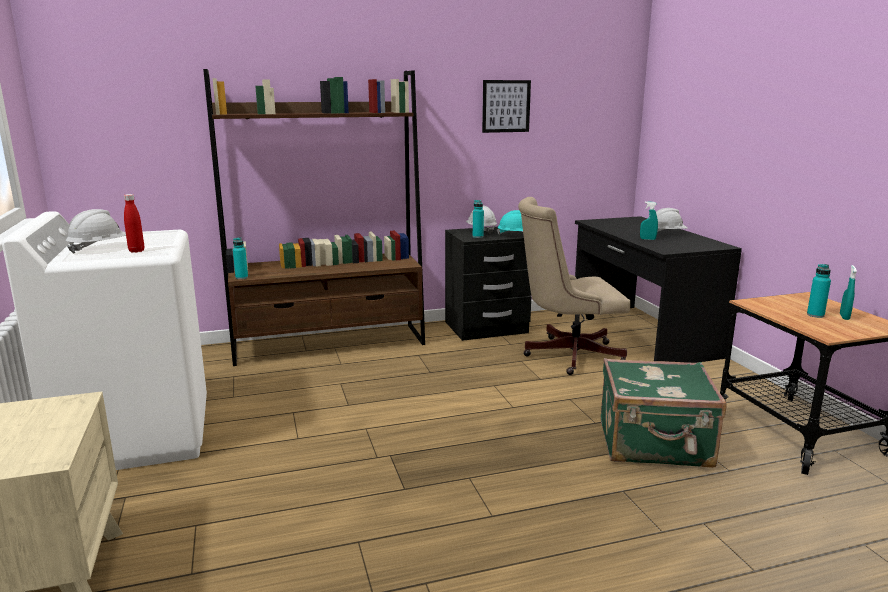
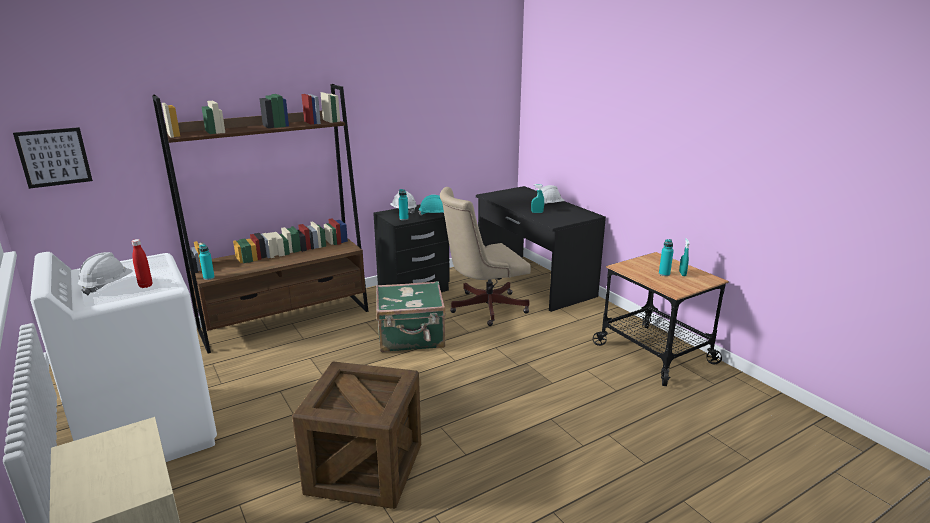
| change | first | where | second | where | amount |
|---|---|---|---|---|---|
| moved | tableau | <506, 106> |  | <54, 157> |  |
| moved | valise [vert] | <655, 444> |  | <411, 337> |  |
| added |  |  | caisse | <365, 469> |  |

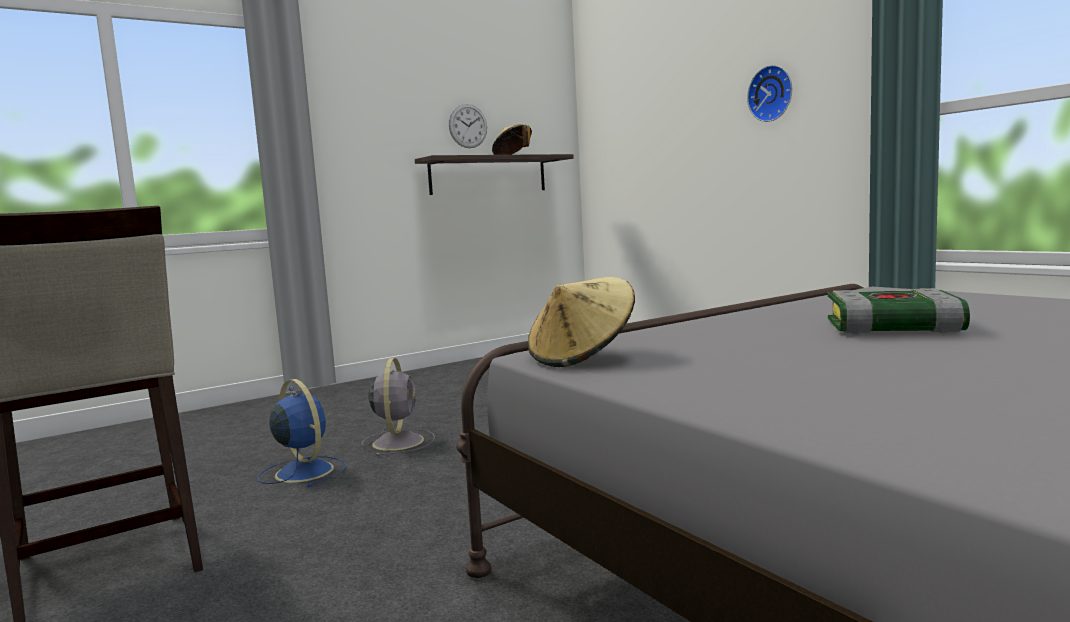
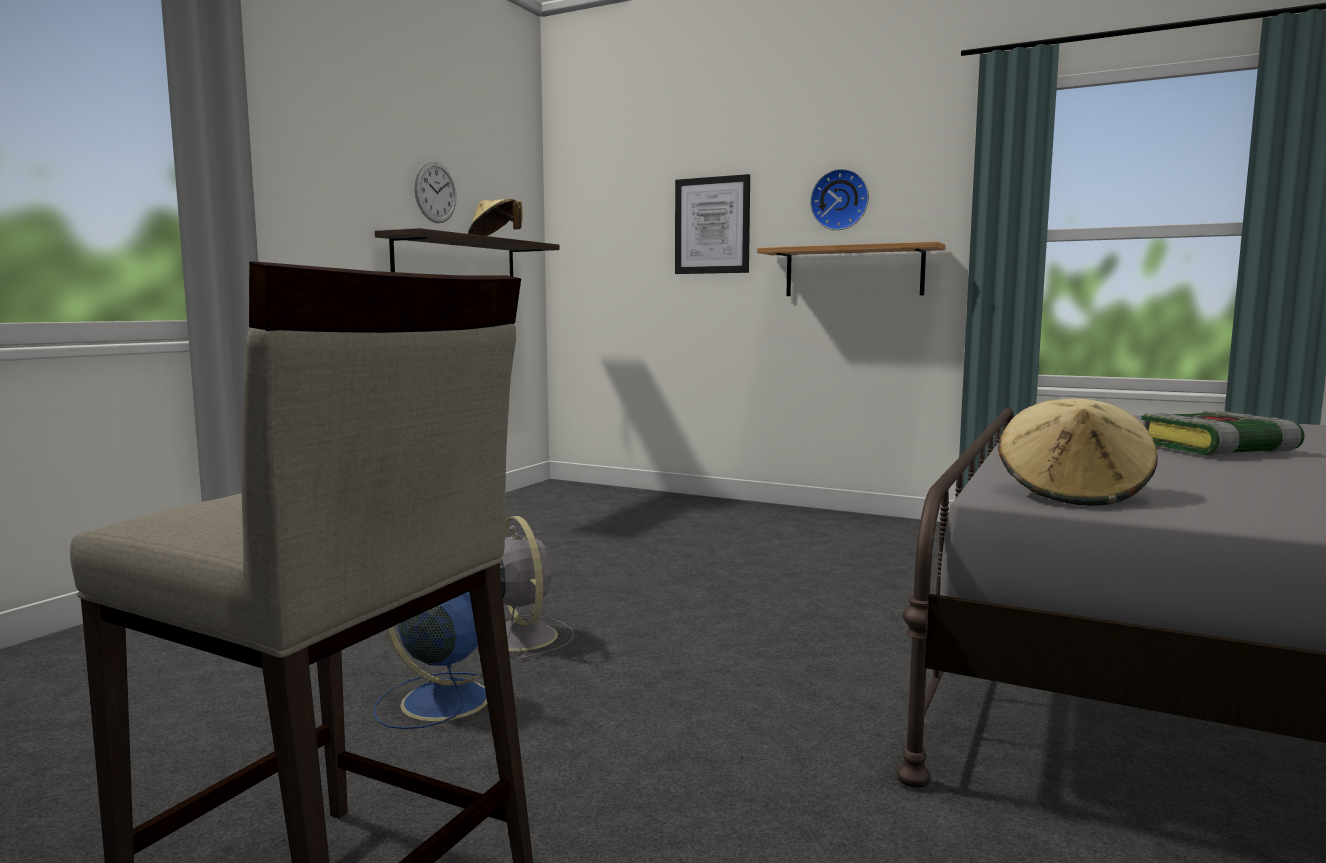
| change | first | where | second | where | amount |
|---|---|---|---|---|---|
| added |  |  | tableau | <712, 225> |  |
| added |  |  | étagère | <853, 271> |  |

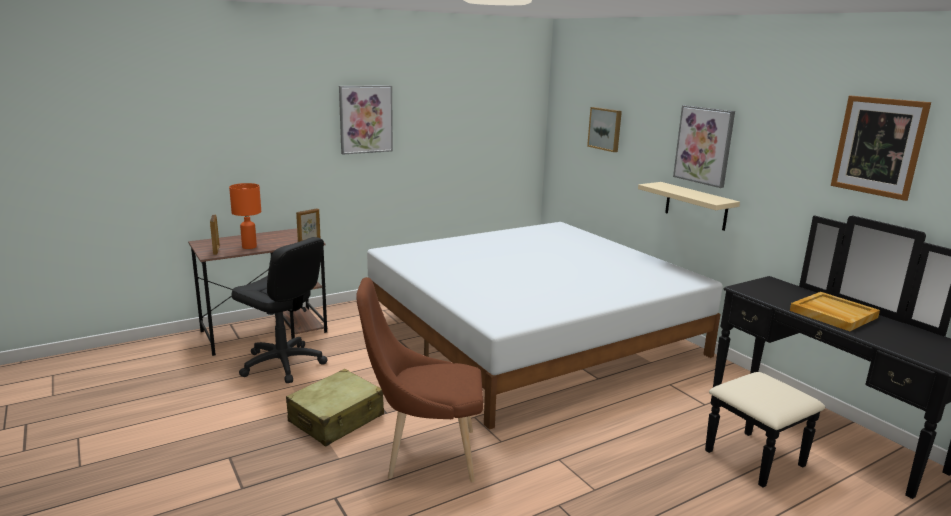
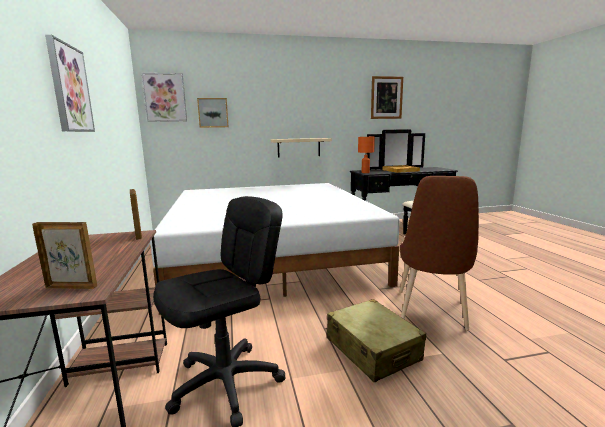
| change | first | where | second | where | amount |
|---|---|---|---|---|---|
| moved | lampe de table [orange] | <249, 247> |  | <365, 172> |  |
| moved | tableau | <704, 145> |  | <165, 97> |  |

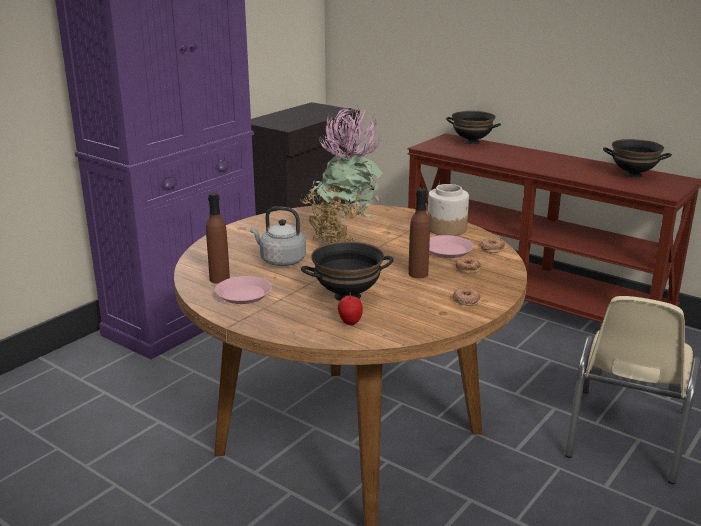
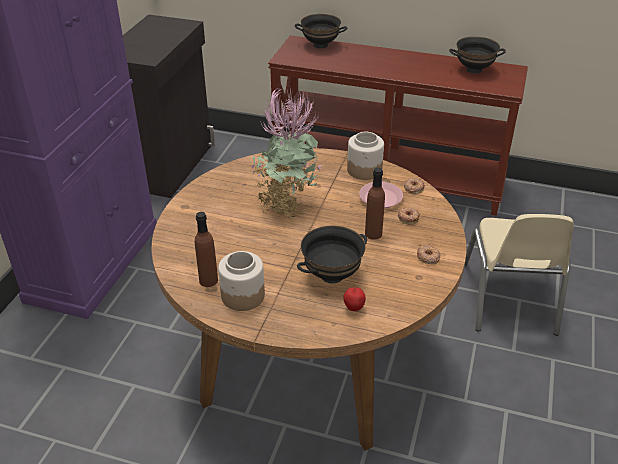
| change | first | where | second | where | amount |
|---|---|---|---|---|---|
| replaced | assiette [rose] | <243, 294> | bocal | <242, 295> |  |
| removed | bouilloire [gris] | <280, 260> |  |  |  |

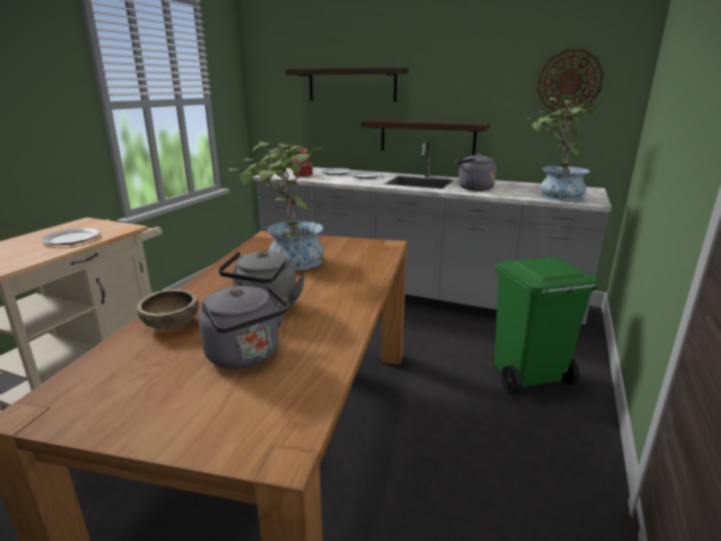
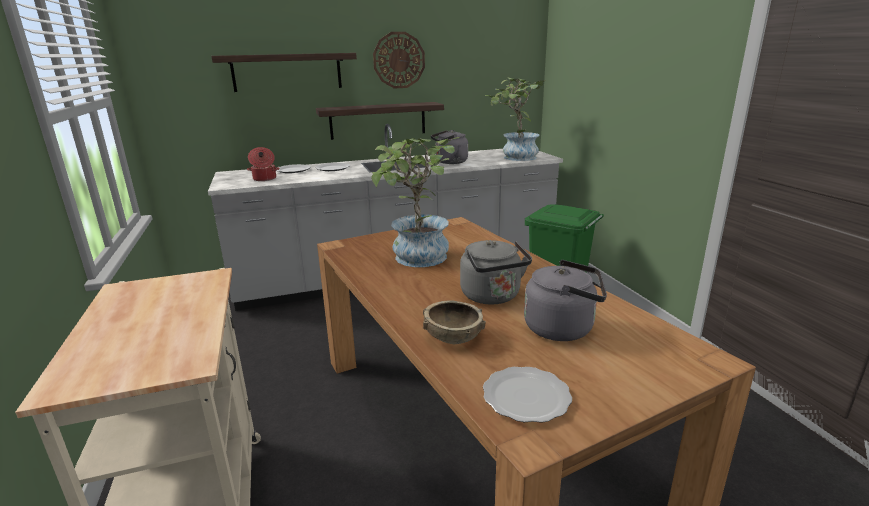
| change | first | where | second | where | amount |
|---|---|---|---|---|---|
| moved | assiette | <71, 238> |  | <525, 397> |  |
| moved | horloge murale | <569, 82> |  | <399, 60> |  |

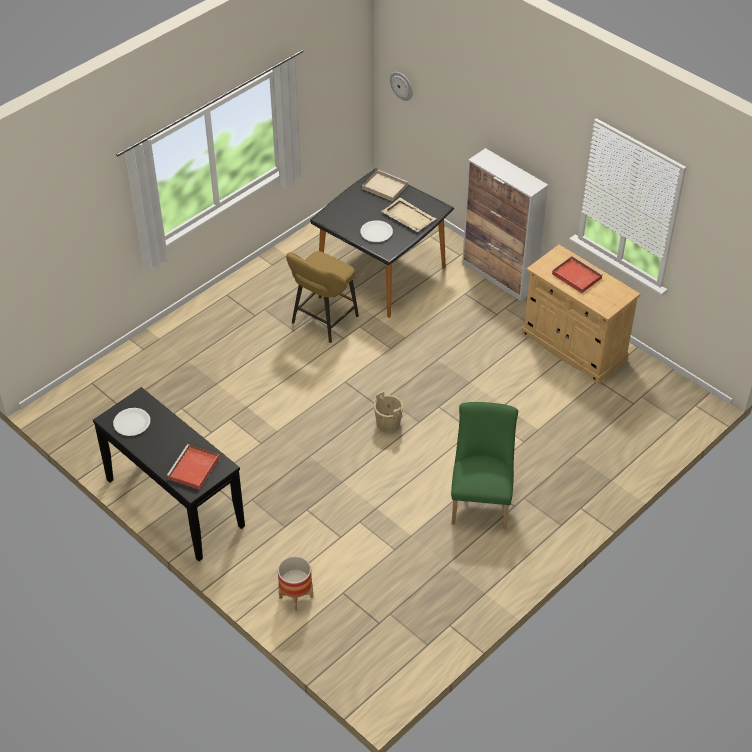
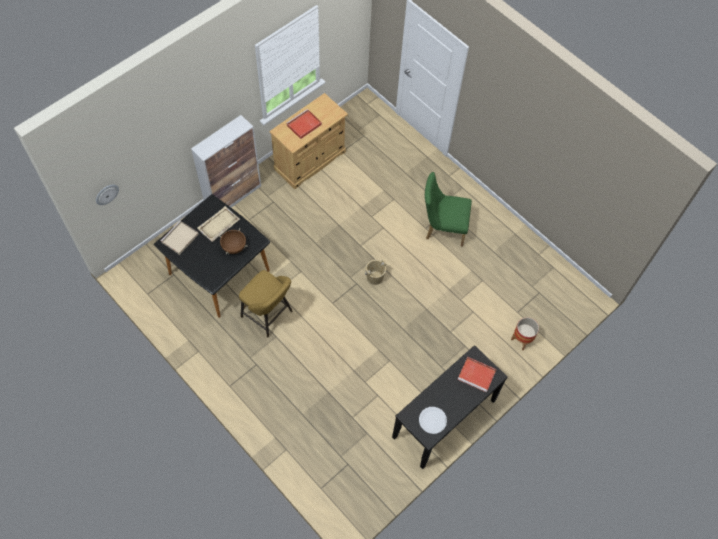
| change | first | where | second | where | amount |
|---|---|---|---|---|---|
| replaced | assiette [blanc] | <376, 232> | marmite [marron] | <234, 247> |  |

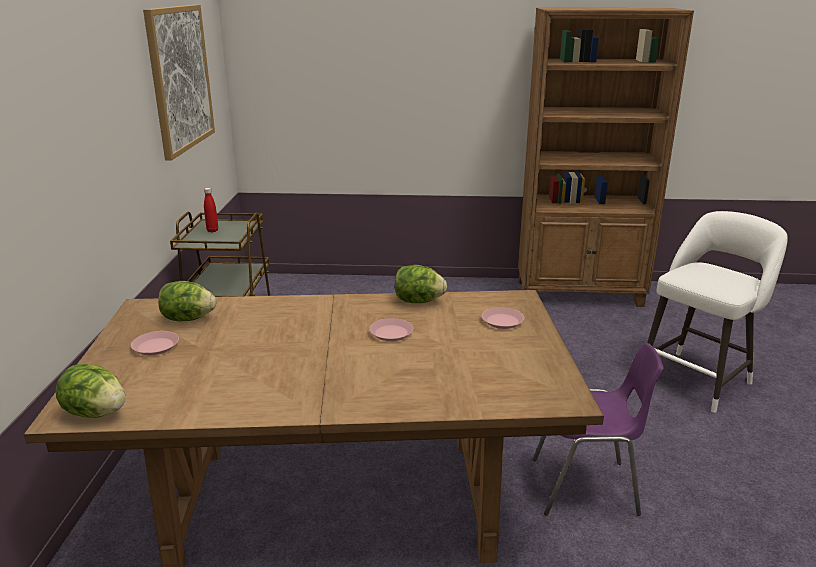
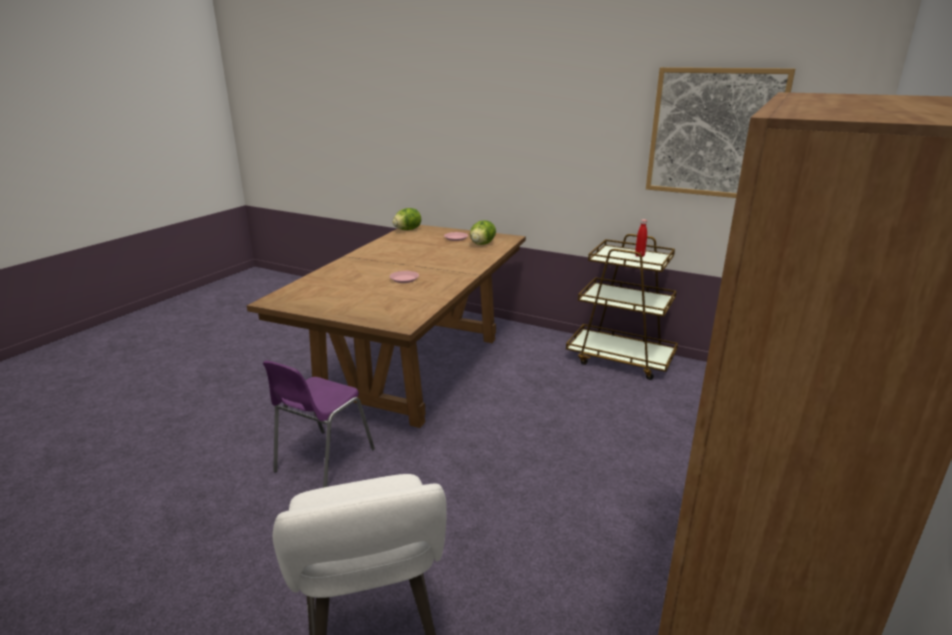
| change | first | where | second | where | amount |
|---|---|---|---|---|---|
| removed | laitue | <418, 301> |  |  |  |
| removed | assiette [rose] | <502, 321> |  |  |  |

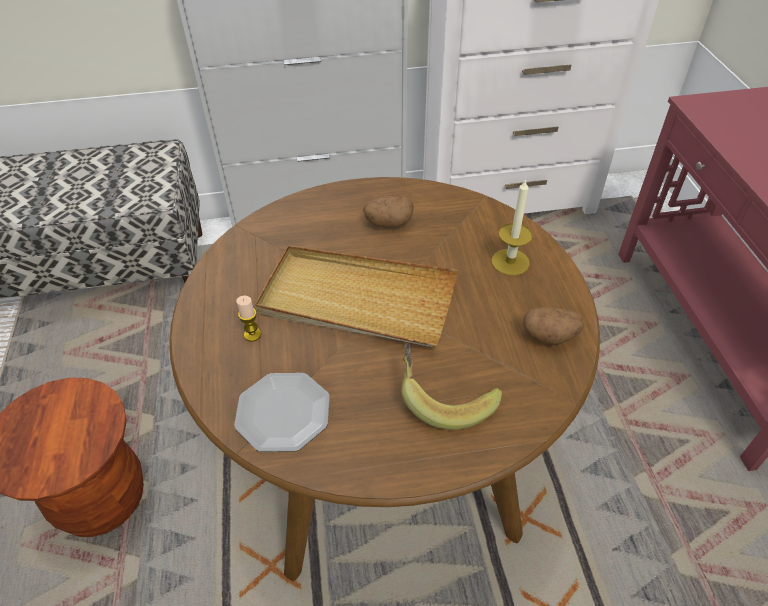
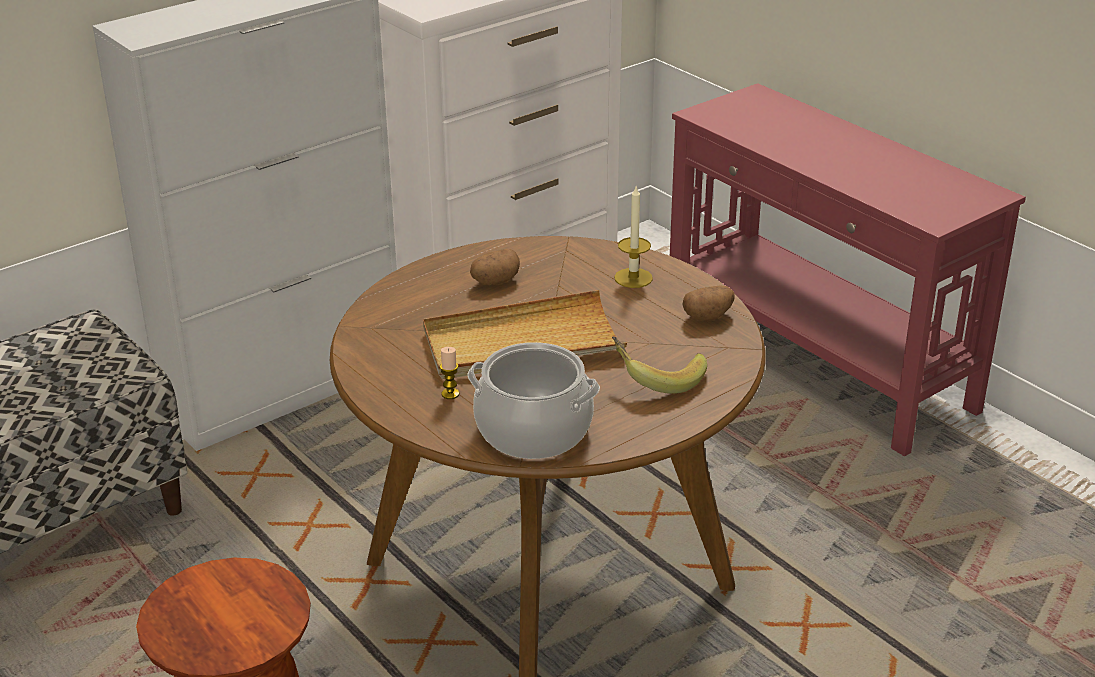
| change | first | where | second | where | amount |
|---|---|---|---|---|---|
| replaced | assiette | <282, 413> | marmite | <533, 431> |  |

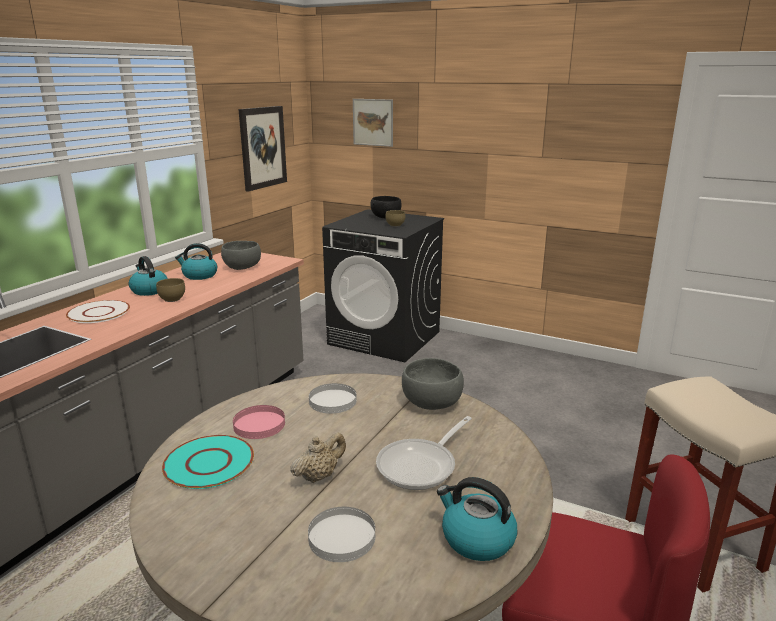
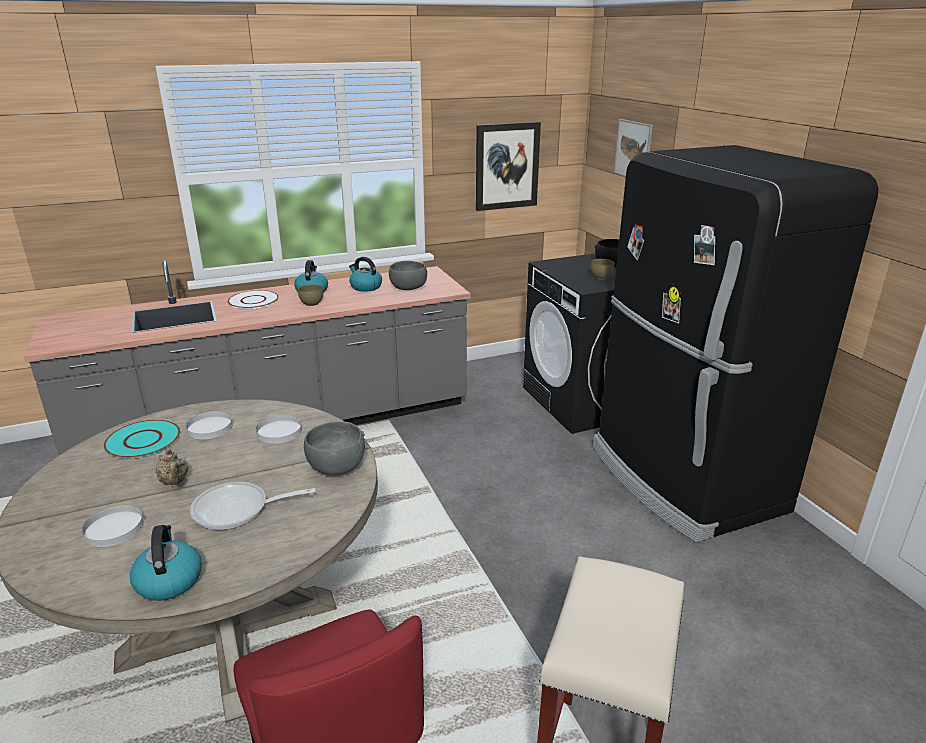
| change | first | where | second | where | amount |
|---|---|---|---|---|---|
| recoloured | assiette [rose] | <259, 424> | assiette [blanc] | <210, 427> |  |
| turned | théière [beige] | <319, 476> |  | <175, 482> | 60 degrees clockwise |
| added |  |  | réfrigérateur [noir] | <683, 479> |  |

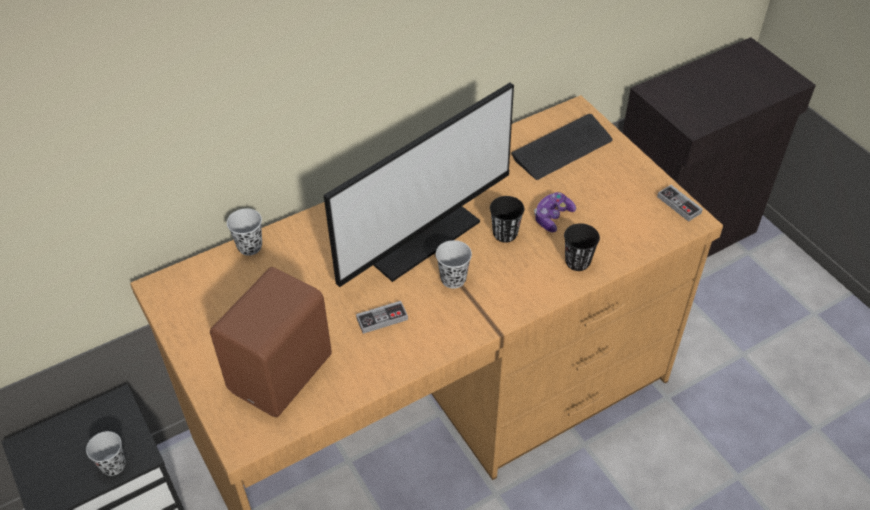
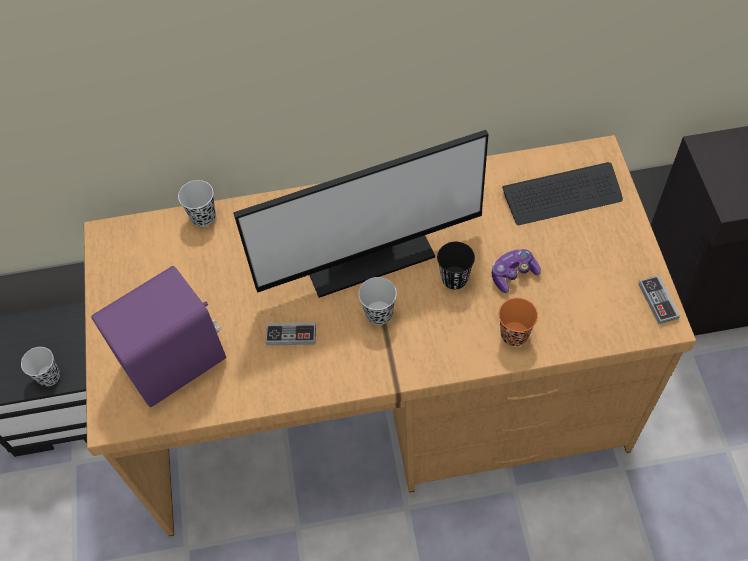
| change | first | where | second | where | amount |
|---|---|---|---|---|---|
| recoloured | enceinte [marron] | <284, 373> | enceinte [violet] | <177, 363> |  |
| recoloured | tasse [noir] | <577, 262> | tasse [orange] | <514, 334> |  |

